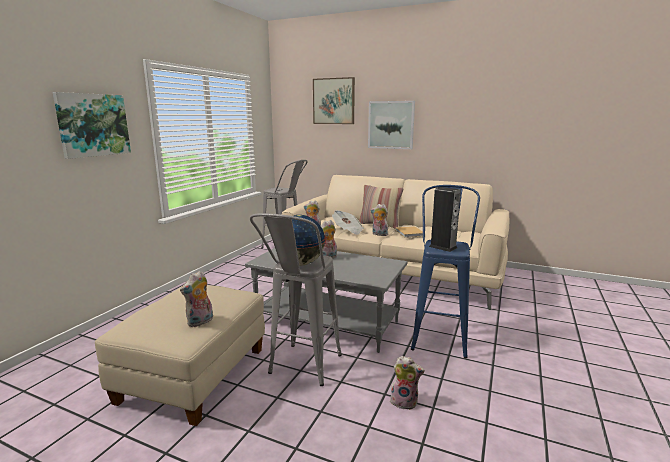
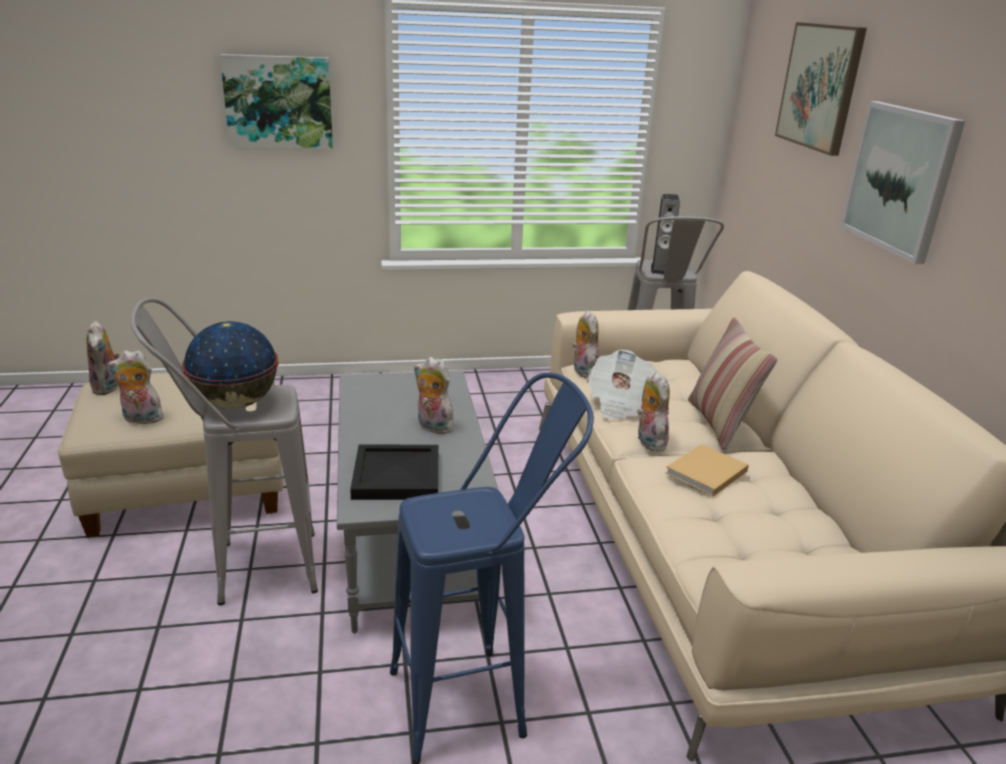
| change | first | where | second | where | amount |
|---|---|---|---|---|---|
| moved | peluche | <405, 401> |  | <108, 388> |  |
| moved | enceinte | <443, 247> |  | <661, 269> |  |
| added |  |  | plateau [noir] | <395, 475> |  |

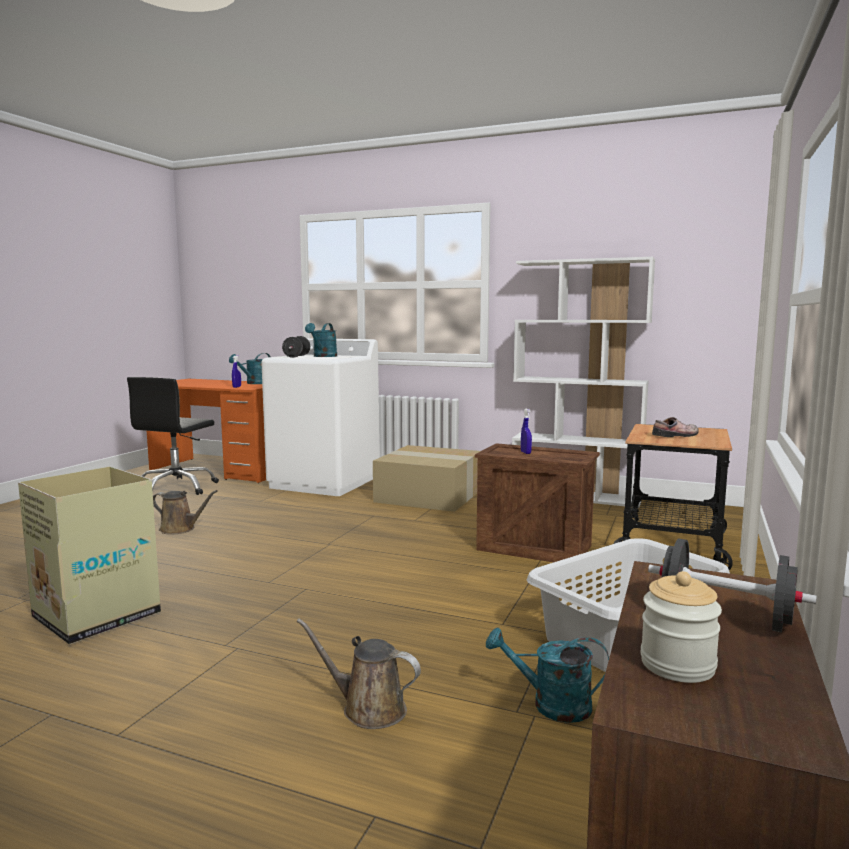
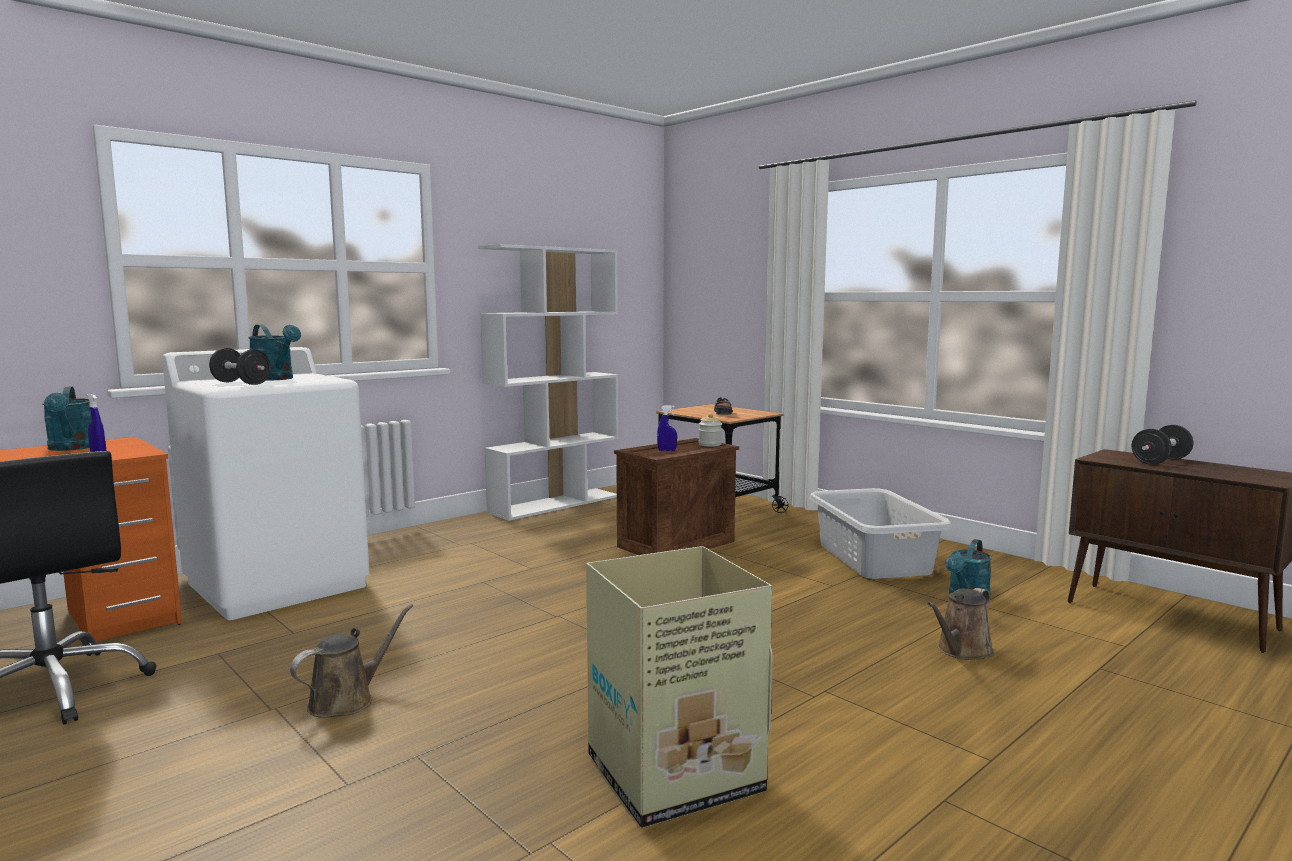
| change | first | where | second | where | amount |
|---|---|---|---|---|---|
| removed | carton | <431, 495> |  |  |  |
| moved | bocal | <677, 665> |  | <710, 444> |  |

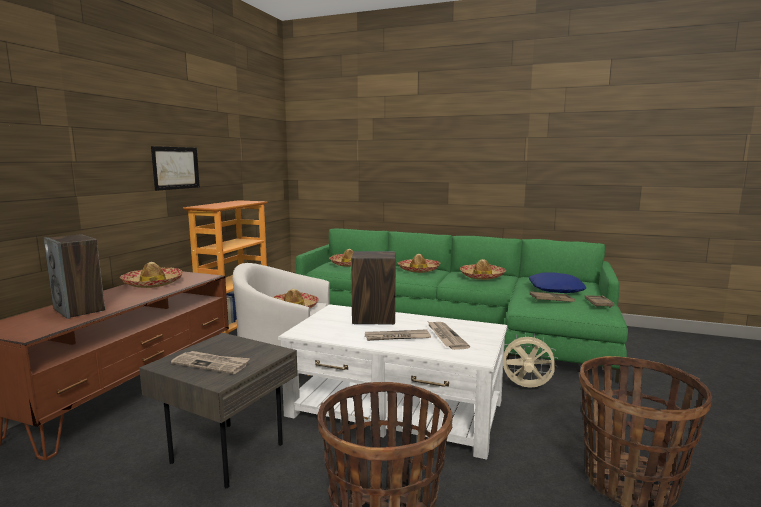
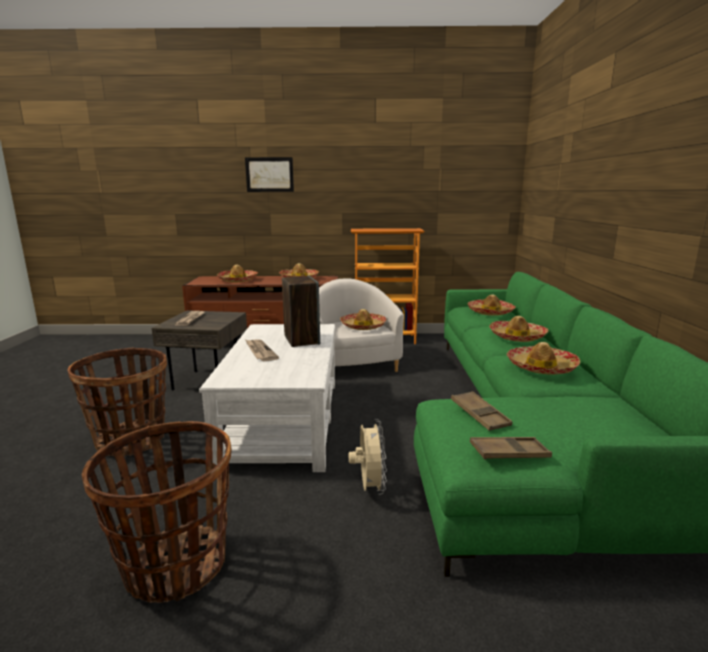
| change | first | where | second | where | amount |
|---|---|---|---|---|---|
| replaced | enceinte | <79, 310> | chapeau | <237, 280> |  |
| moved | tableau | <176, 168> |  | <269, 174> |  |
| removed | journal | <445, 337> |  |  |  |
| removed | coussin [bleu] | <556, 289> |  |  |  |

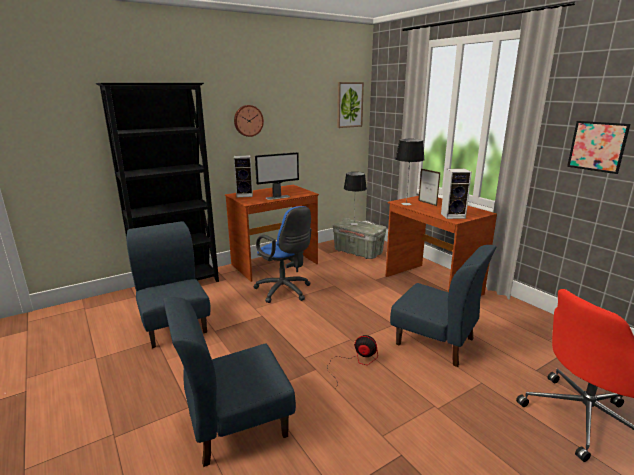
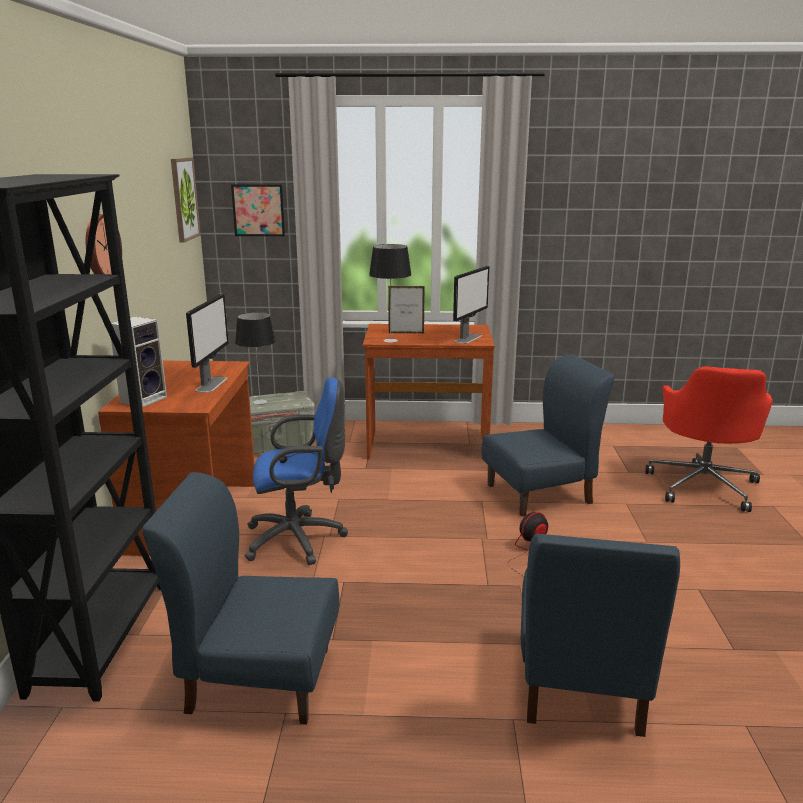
| change | first | where | second | where | amount |
|---|---|---|---|---|---|
| replaced | enceinte | <453, 216> | écran d'ordinateur | <468, 338> |  |
| moved | tableau | <597, 146> |  | <258, 210> |  |

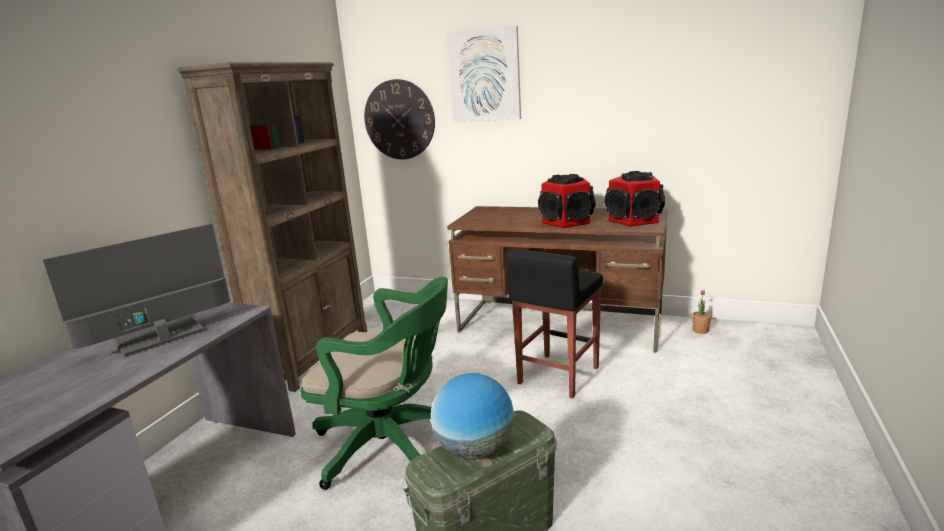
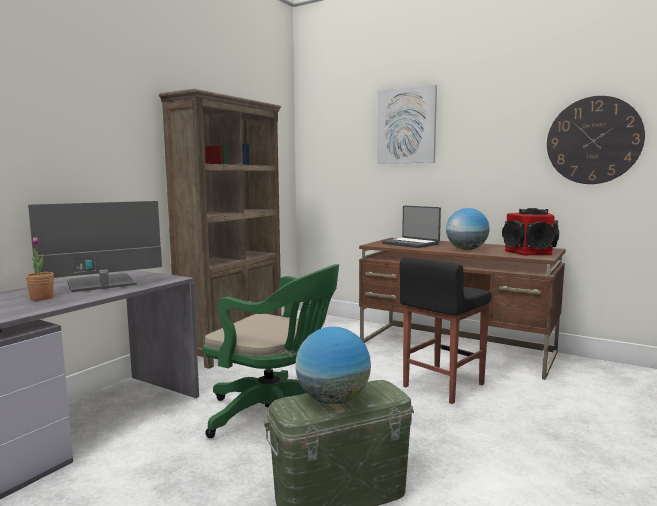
| change | first | where | second | where | amount |
|---|---|---|---|---|---|
| moved | horloge murale | <399, 120> |  | <593, 140> |  |
| replaced | enceinte | <567, 221> | globe | <466, 249> |  |
| moved | plante en pot | <700, 330> |  | <42, 298> |  |
| added |  |  | ordinateur portable | <411, 244> |  |

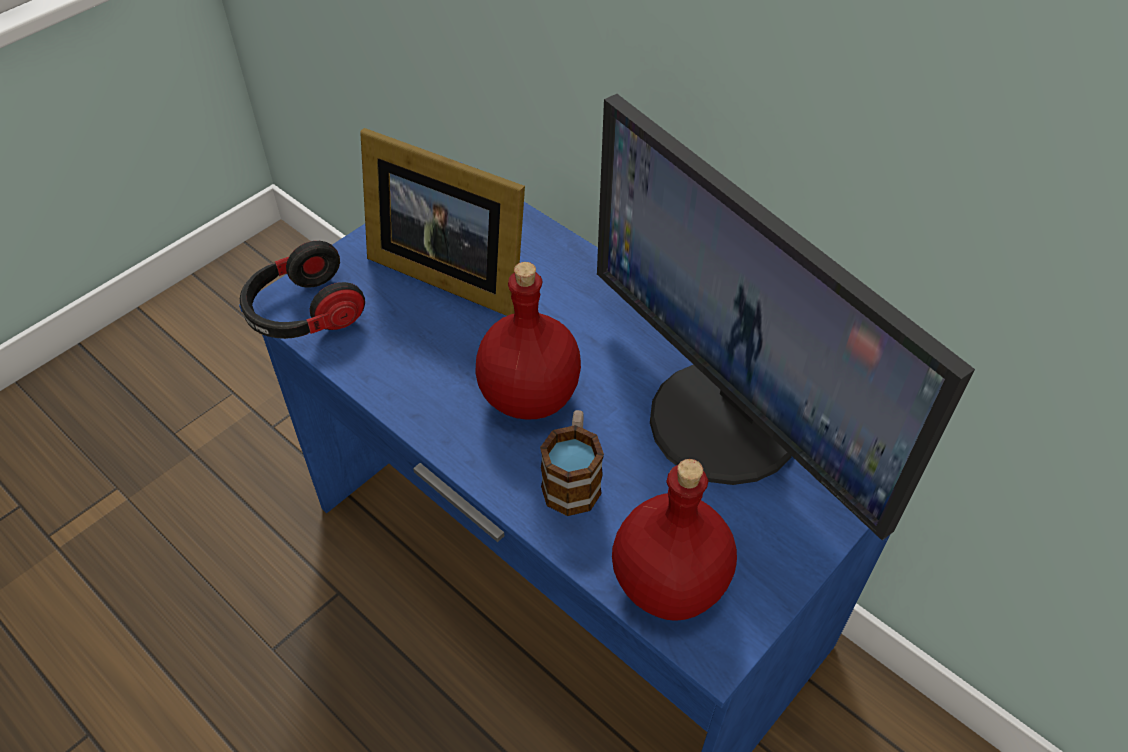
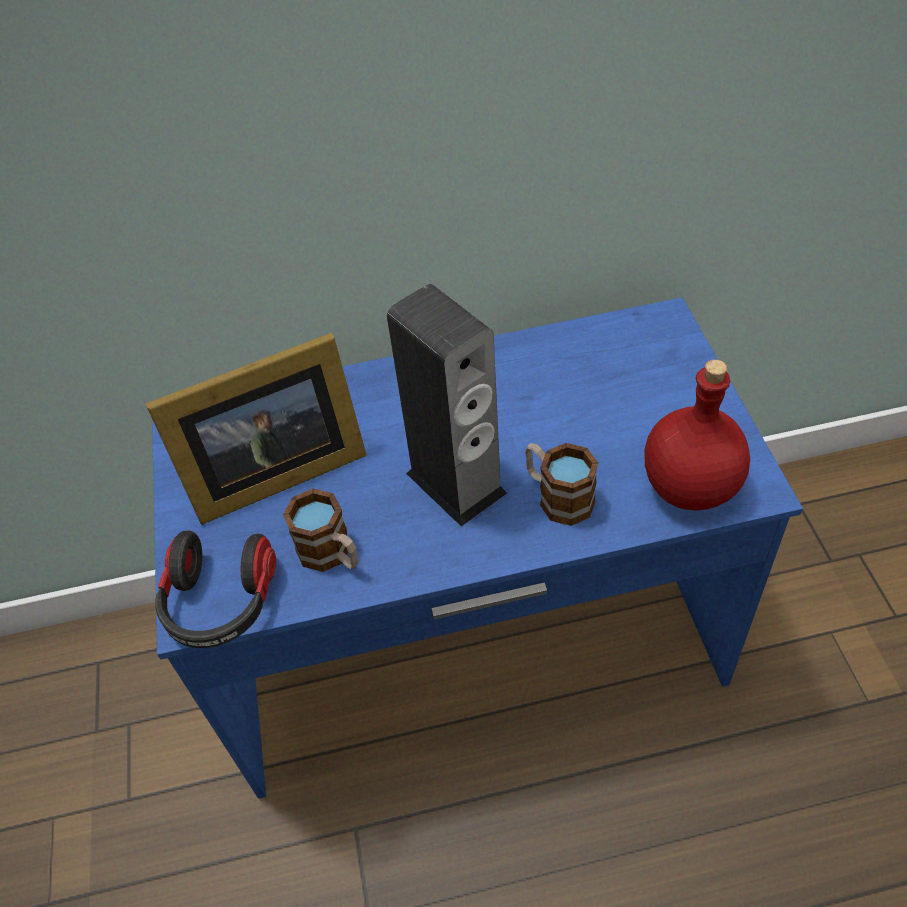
| change | first | where | second | where | amount |
|---|---|---|---|---|---|
| replaced | bouteille [rouge] | <530, 395> | enceinte | <456, 483> |  |
| removed | écran d'ordinateur | <728, 420> |  |  |  |
| added |  |  | mug | <332, 555> |  |

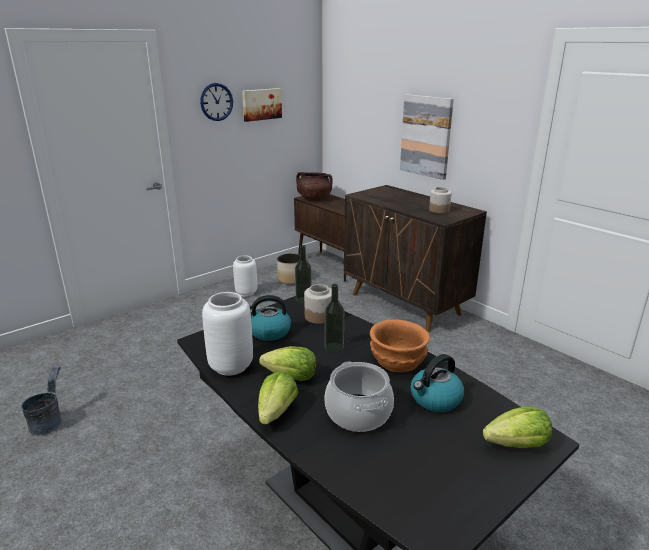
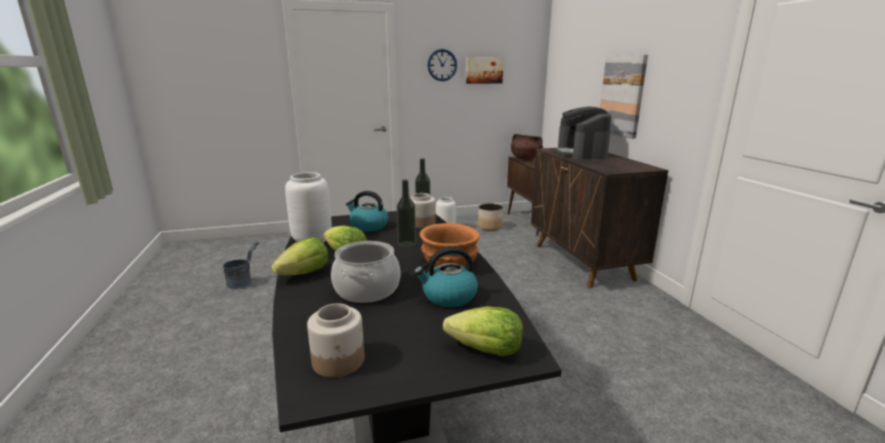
| change | first | where | second | where | amount |
|---|---|---|---|---|---|
| moved | bocal | <439, 210> |  | <339, 361> |  |
| added |  |  | machine à café | <581, 153> |  |

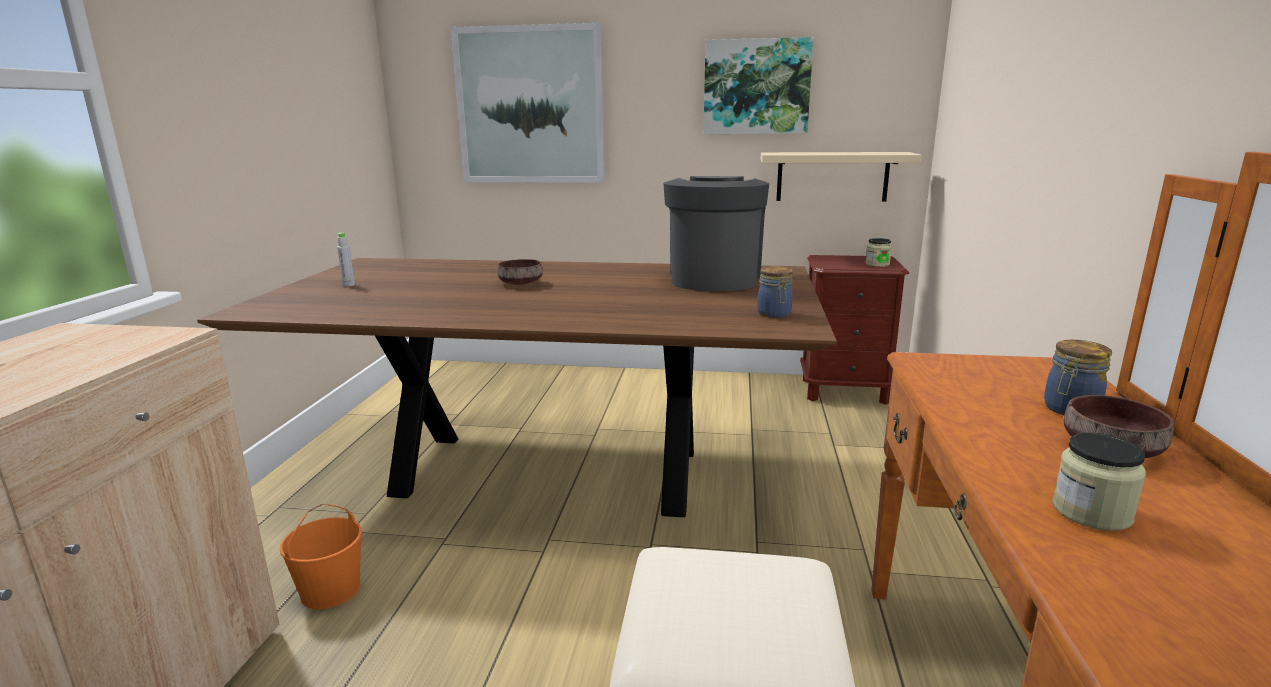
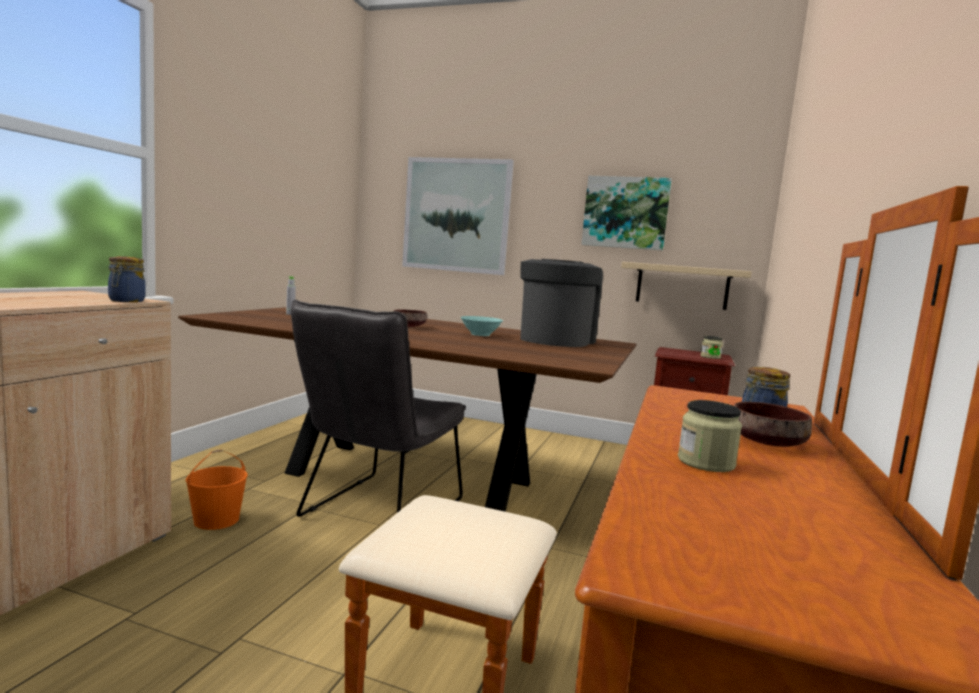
| change | first | where | second | where | amount |
|---|---|---|---|---|---|
| moved | bocal | <774, 314> |  | <126, 301> |  |
| added |  |  | chaise [gris] | <376, 512> |  |
| added |  |  | bol [turquoise] | <480, 334> |  |

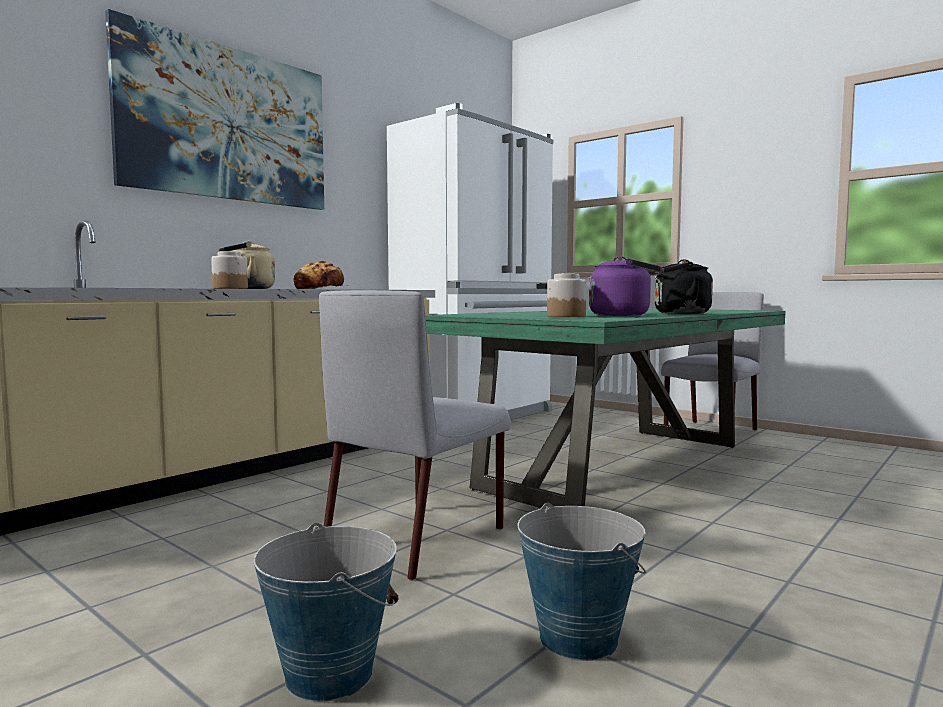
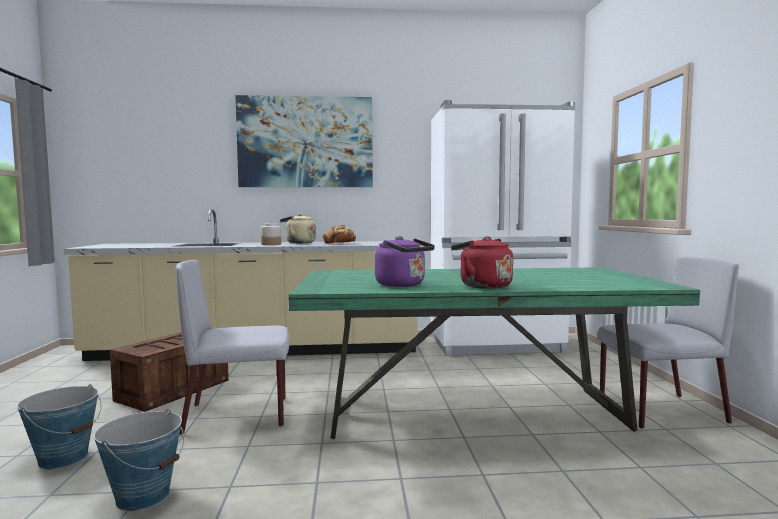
| change | first | where | second | where | amount |
|---|---|---|---|---|---|
| removed | bocal | <566, 316> |  |  |  |
| recoloured | bouilloire [noir] | <678, 313> | bouilloire [rouge] | <482, 286> |  |
| added |  |  | caisse | <175, 389> |  |

